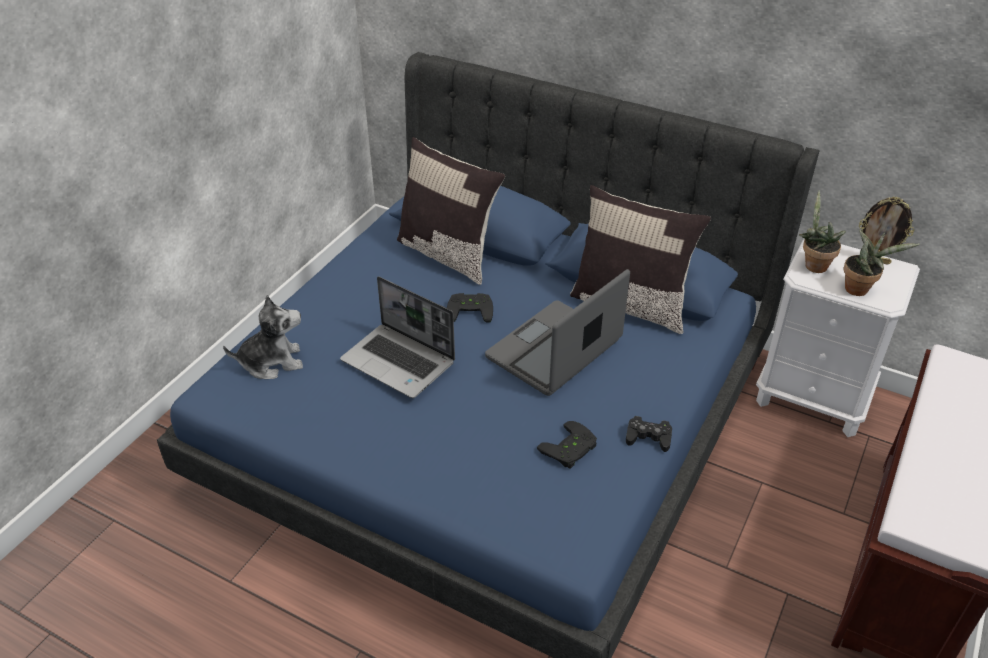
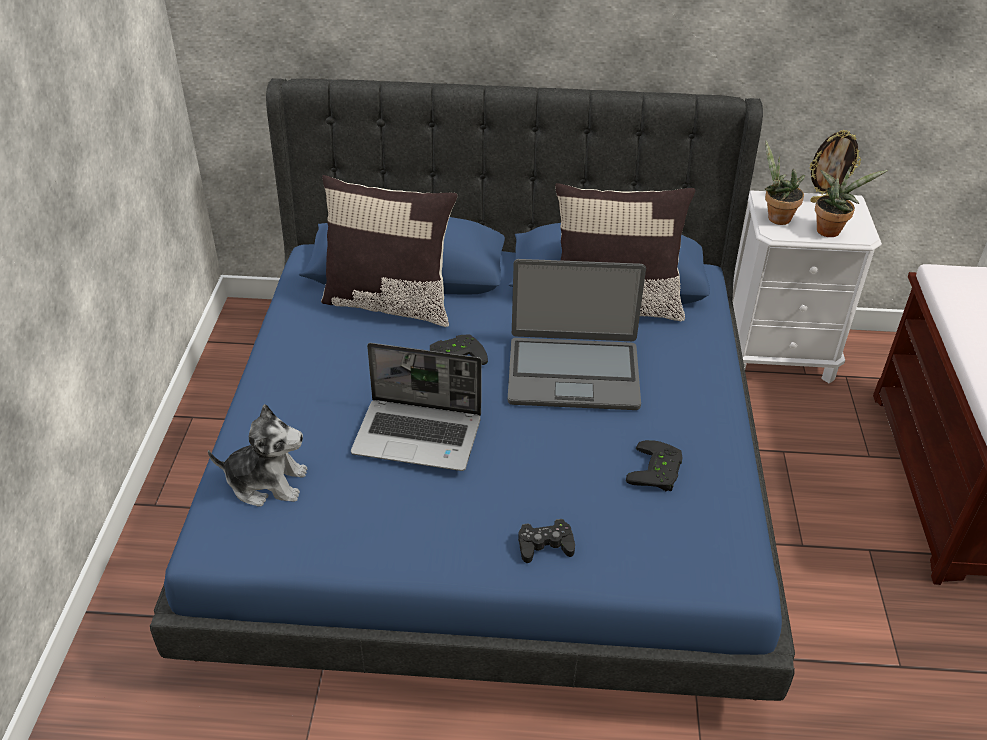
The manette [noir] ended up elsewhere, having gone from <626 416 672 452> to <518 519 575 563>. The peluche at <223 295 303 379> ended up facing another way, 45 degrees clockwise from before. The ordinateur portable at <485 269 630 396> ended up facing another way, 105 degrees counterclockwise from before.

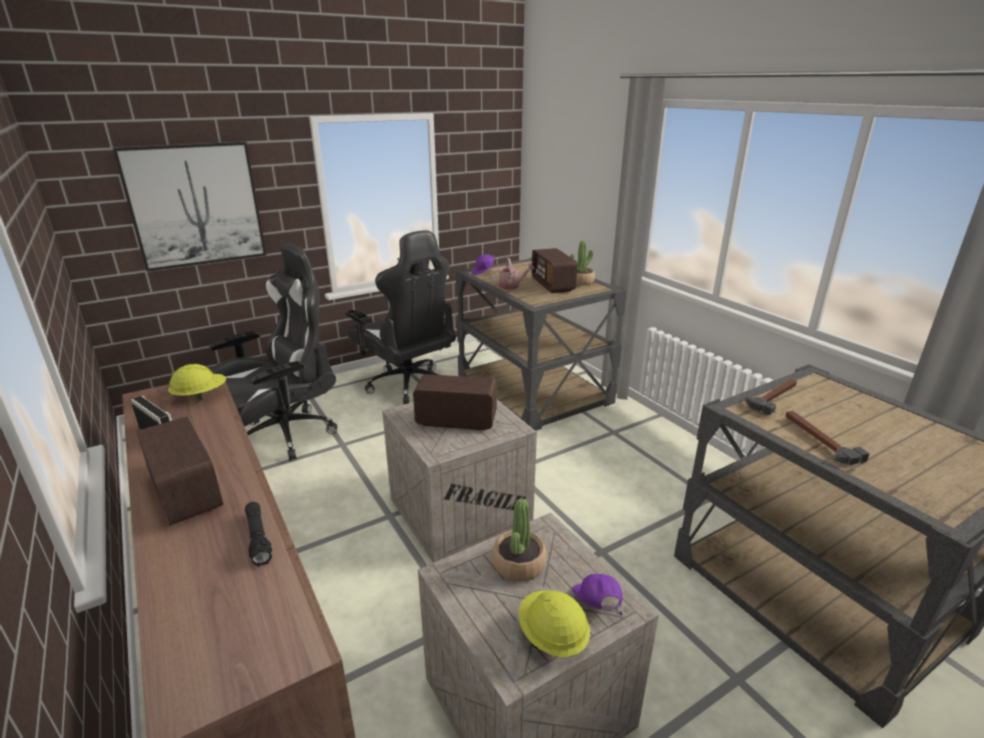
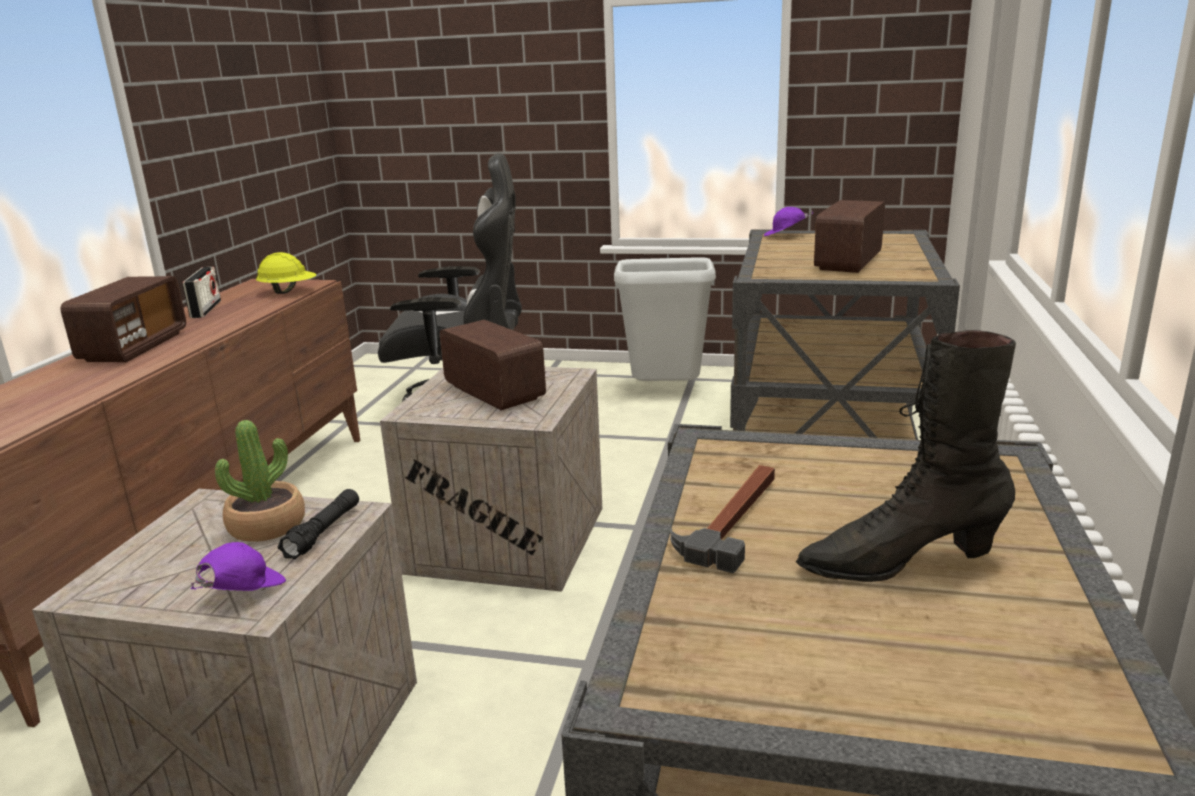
The second view lost the tableau at <113 142 267 272>. The second view lost the arrosoir at <490 258 535 290>. The second view lost the casque de chantier [jaune] at <519 590 590 657>. The second view lost the plante en pot at <570 241 595 286>. The second view lost the marteau at <745 379 797 415>. The second view gained the botte [noir] at <796 330 1016 582>. The lampe de poche [noir] ended up elsewhere, having gone from <245 502 272 567> to <278 489 359 560>. Where the chaise de bureau [noir] stood at <345 230 456 405>, the poubelle [gris] came to stand at <614 257 716 381>.

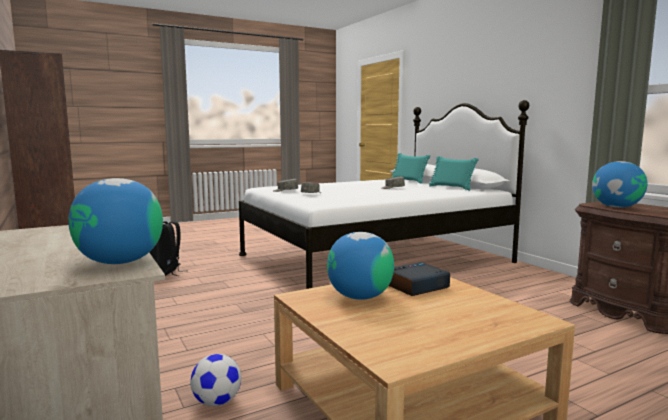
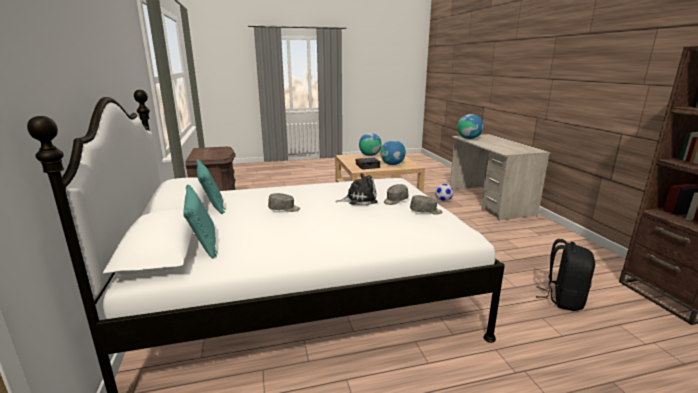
The second view gained the peluche at <336 173 378 205>. The globe ended up elsewhere, having gone from <592 161 647 208> to <359 133 382 156>.

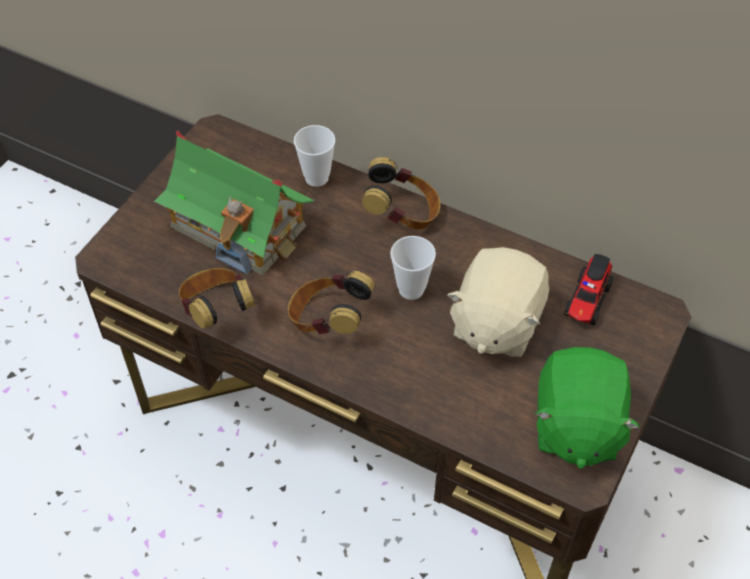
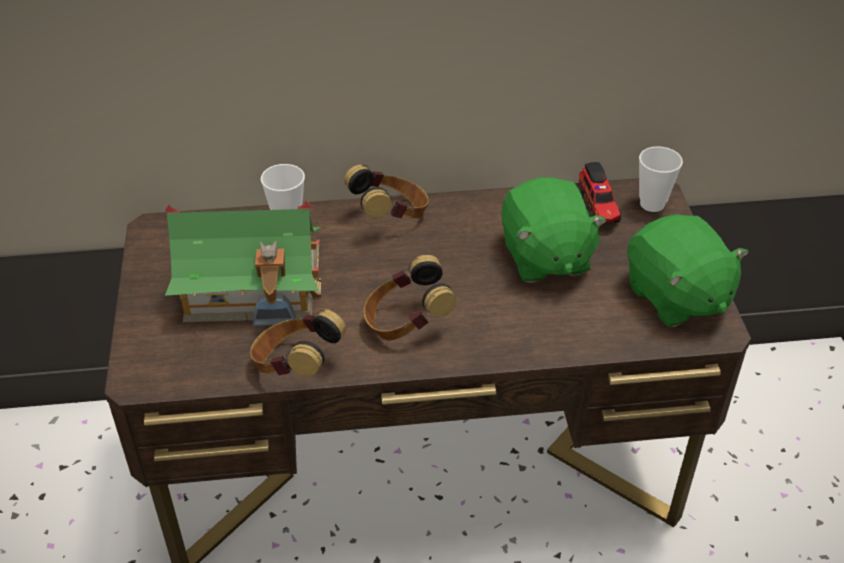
The tasse ended up elsewhere, having gone from <390 236 436 300> to <639 146 683 212>. What was the peluche [beige] at <447 247 549 357> turned into the peluche [vert] at <501 177 607 283>.

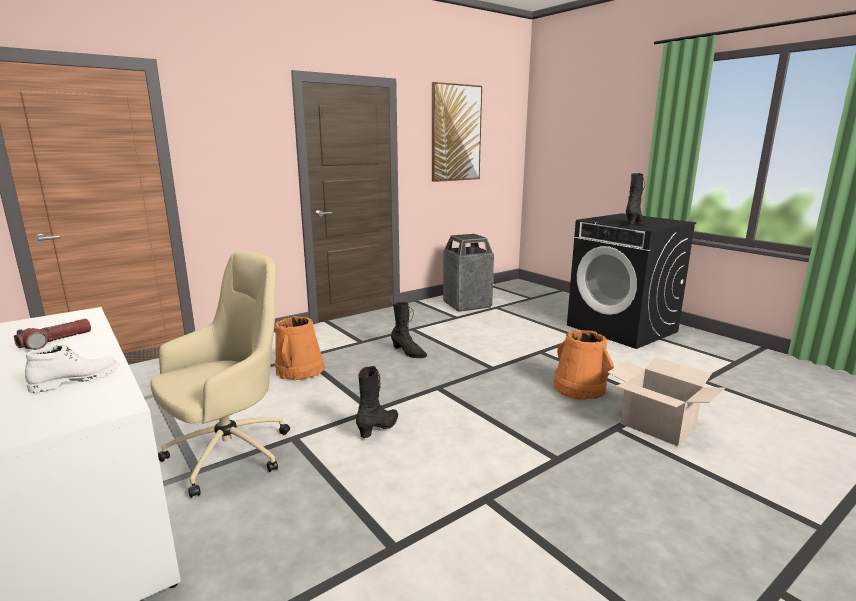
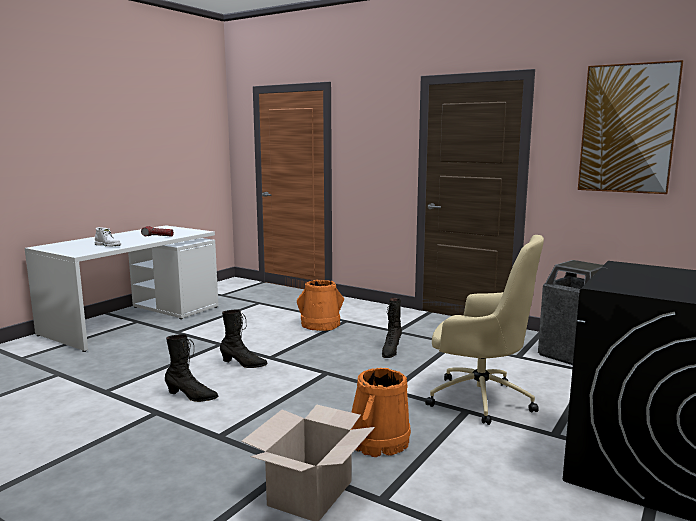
The chaise de bureau [beige] ended up elsewhere, having gone from <150 251 290 498> to <425 235 544 425>. The botte [noir] ended up elsewhere, having gone from <626 173 645 224> to <165 334 218 402>.

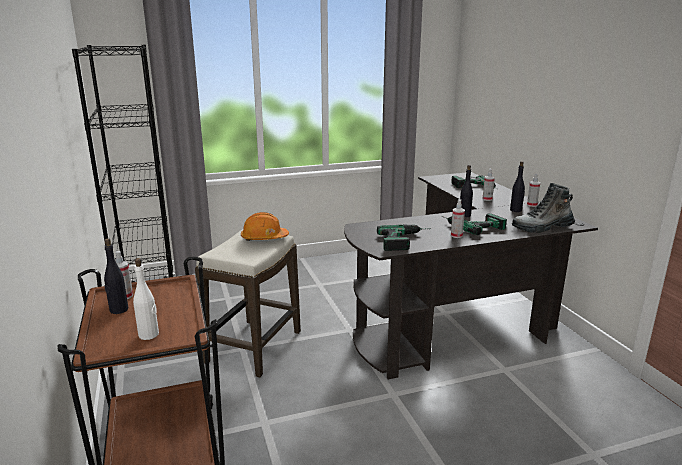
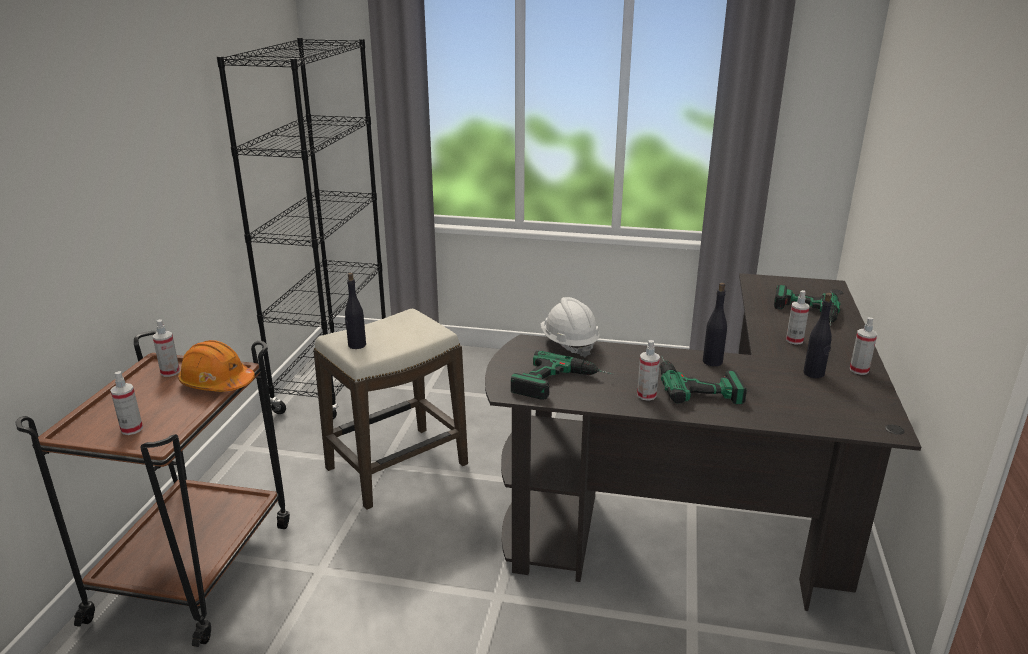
The second view lost the botte at <512 183 575 233>. The second view gained the casque de chantier [blanc] at <541 297 600 358>. The bouteille [noir] ended up elsewhere, having gone from <104 238 128 314> to <345 273 366 349>. The casque de chantier [orange] ended up elsewhere, having gone from <241 212 289 241> to <178 340 255 392>. Where the bouteille [blanc] stood at <133 258 159 340>, the vaporisateur came to stand at <110 371 143 435>.

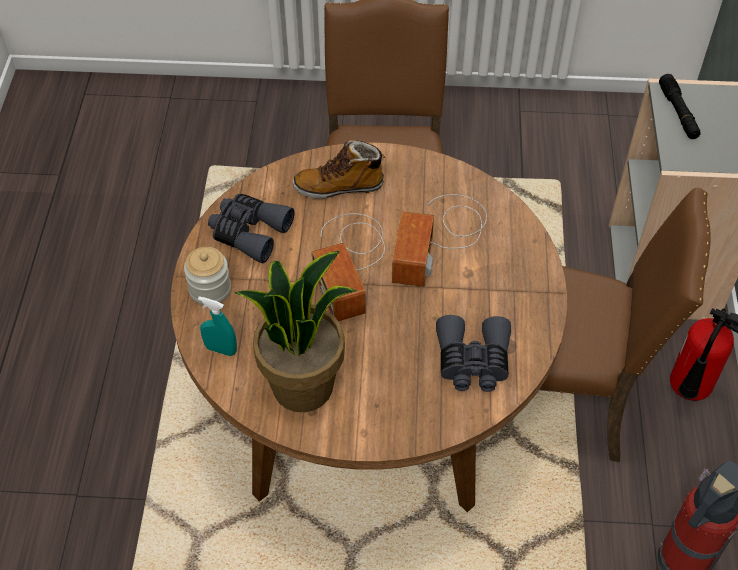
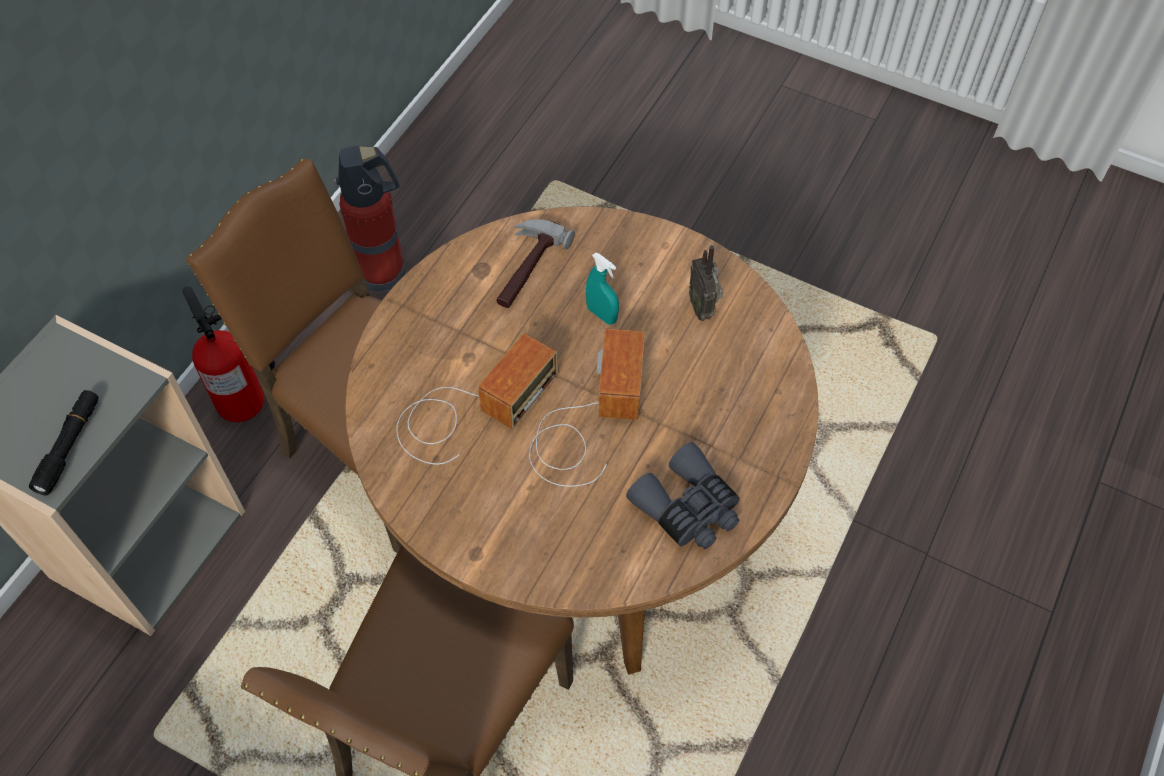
The second view lost the bocal at <184 247 231 305>. The second view lost the botte at <293 140 386 199>. The vaporisateur [turquoise] ended up elsewhere, having gone from <198 296 237 356> to <586 252 619 325>. Where the plante en pot stood at <234 251 357 412>, the radio came to stand at <689 245 723 321>. Where the jumelles [gris] stood at <436 315 511 392>, the marteau came to stand at <496 219 575 308>.

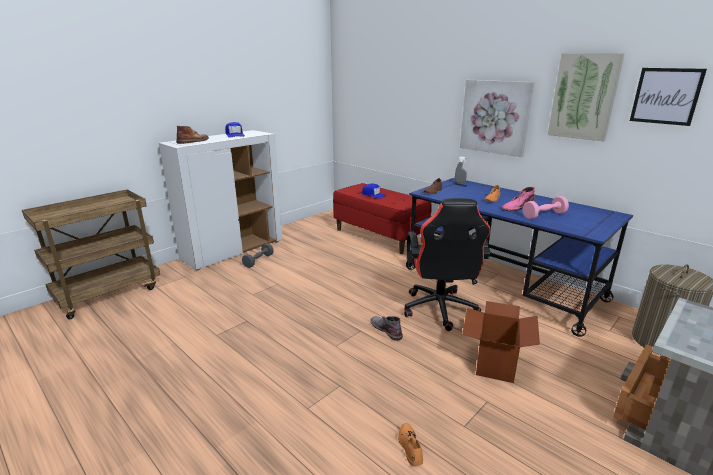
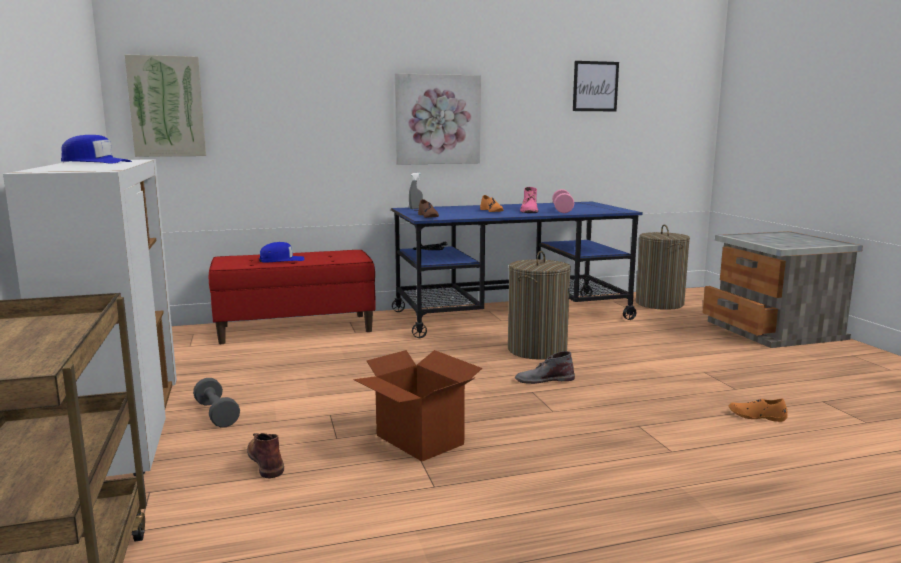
The botte [marron] ended up elsewhere, having gone from <176 126 209 144> to <247 433 284 478>. The carton ended up elsewhere, having gone from <462 301 540 383> to <353 350 482 461>. The tableau ended up elsewhere, having gone from <548 53 625 141> to <125 54 206 157>. Where the chaise de bureau [noir] stood at <404 198 491 331>, the panier à linge came to stand at <508 251 571 360>.

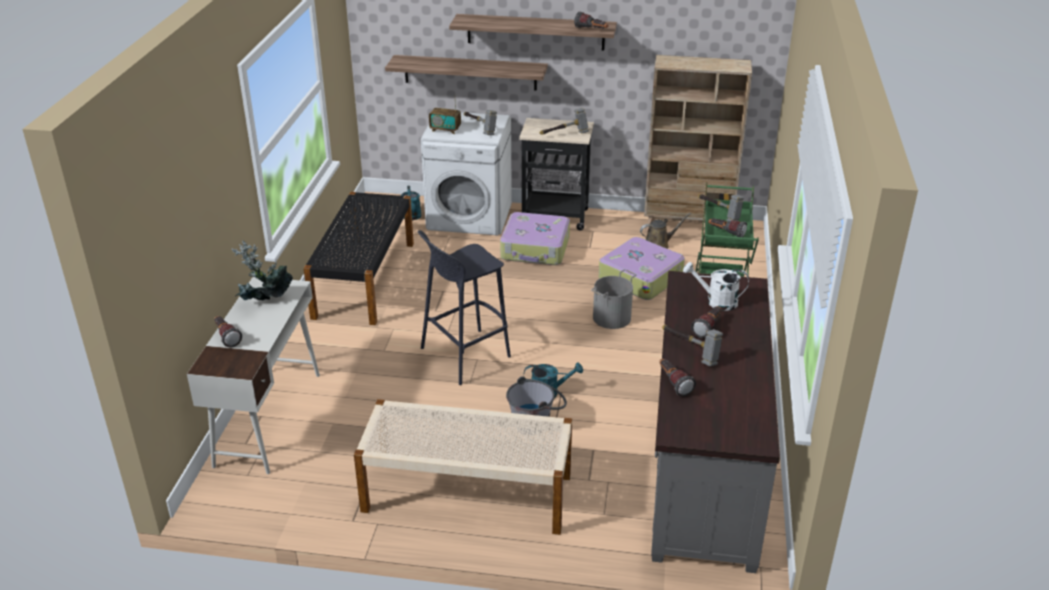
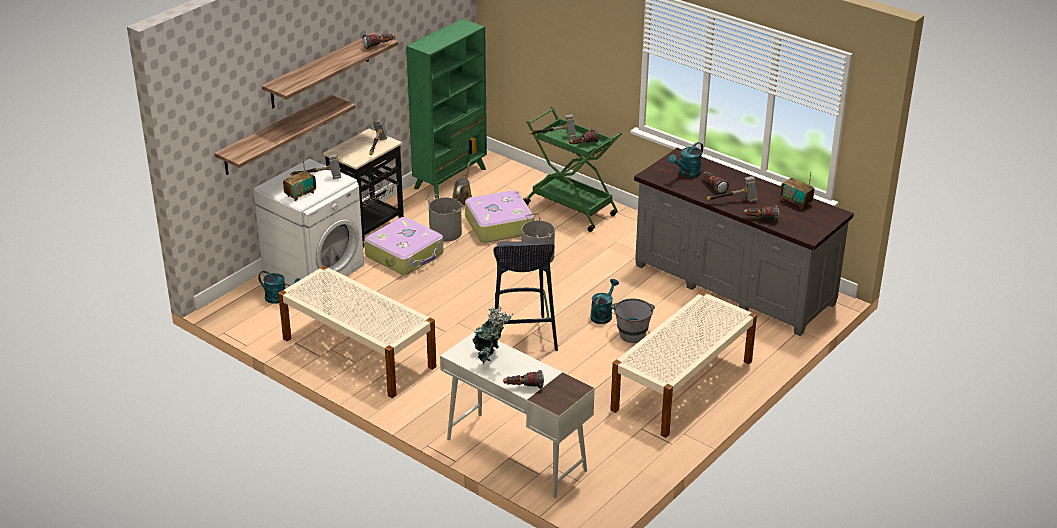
The second view gained the seau [gris] at <424 193 466 242>. The second view gained the radio at <780 174 814 209>. What was the banc [noir] at <303 192 414 325> turned into the banc [beige] at <278 265 436 398>. What was the bibliothèque [beige] at <644 55 752 232> turned into the bibliothèque [vert] at <406 19 487 198>. What was the arrosoir [blanc] at <683 262 749 311> turned into the arrosoir [turquoise] at <668 142 703 177>.

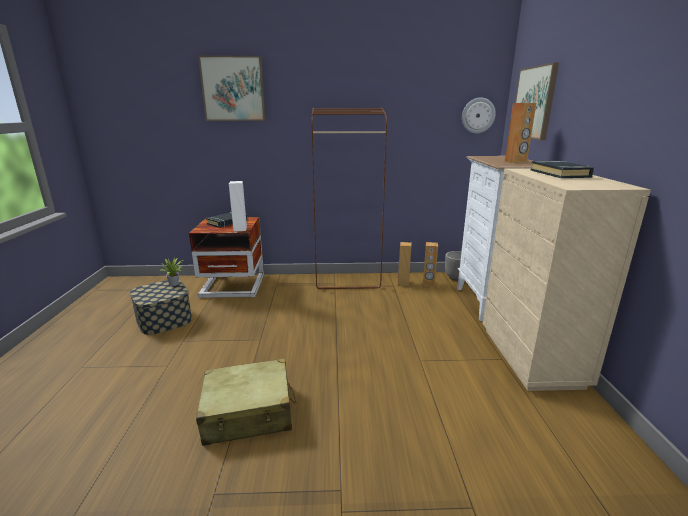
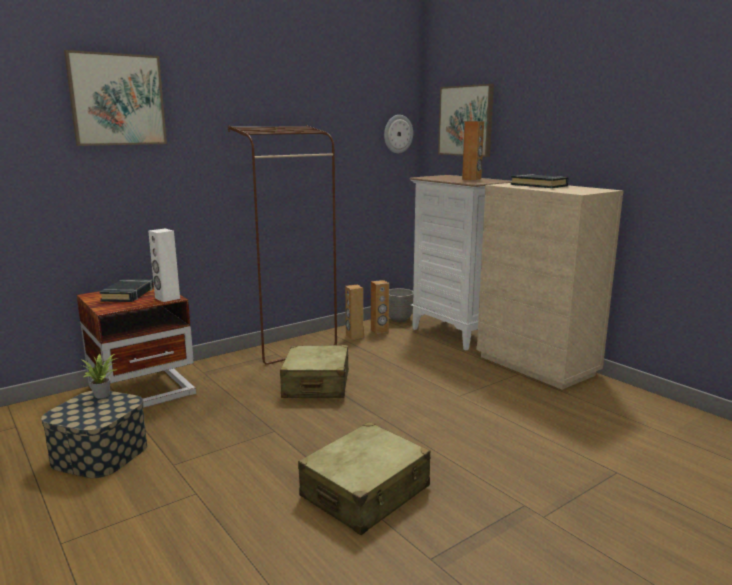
The second view gained the valise [beige] at <280 345 349 398>.

